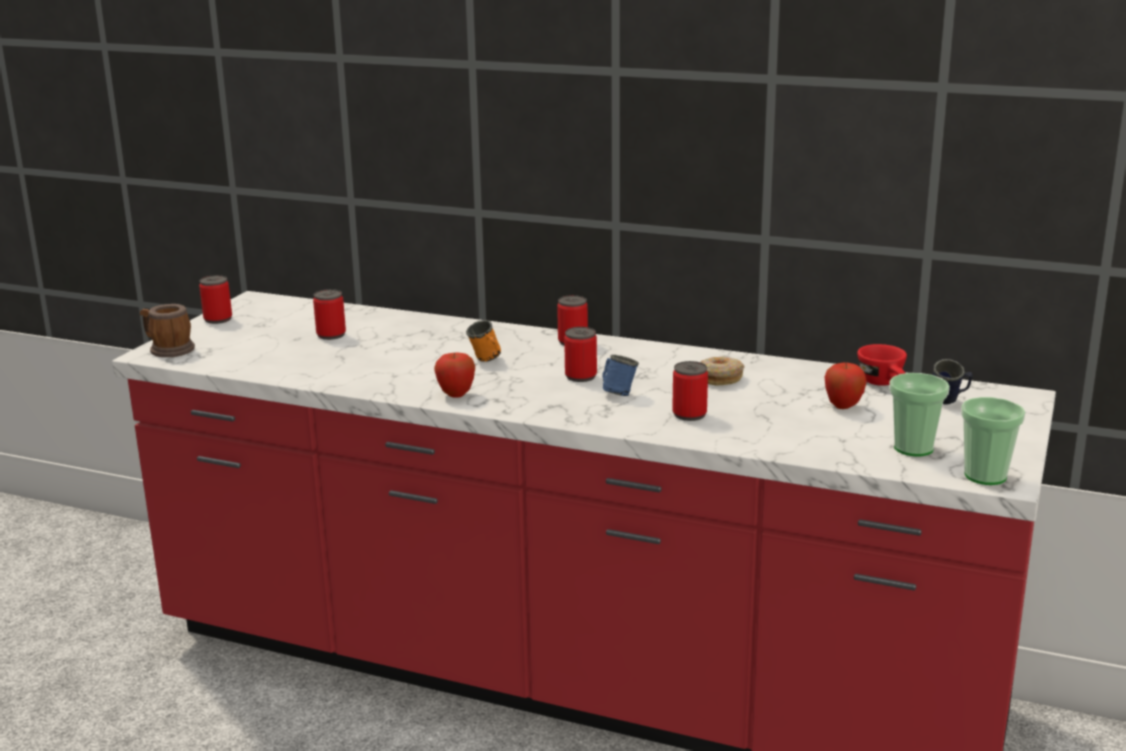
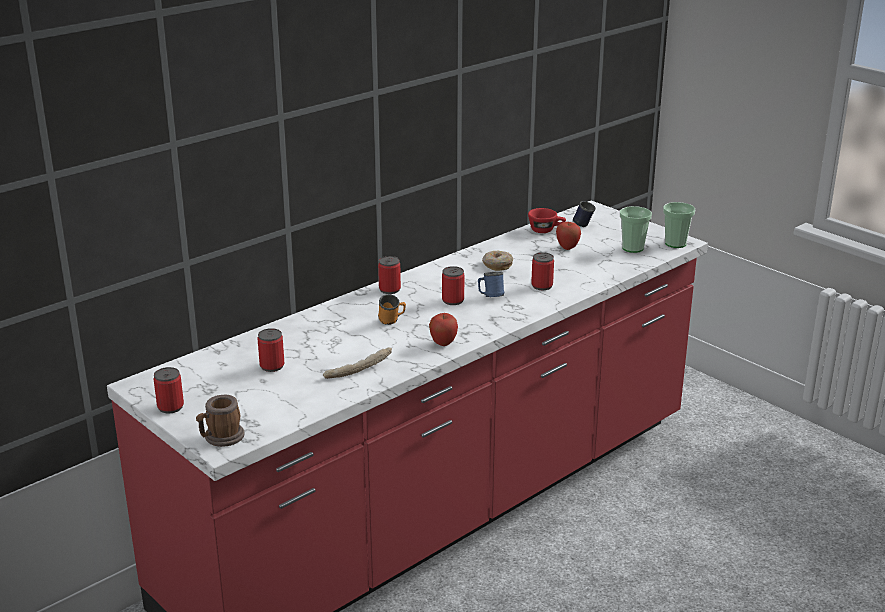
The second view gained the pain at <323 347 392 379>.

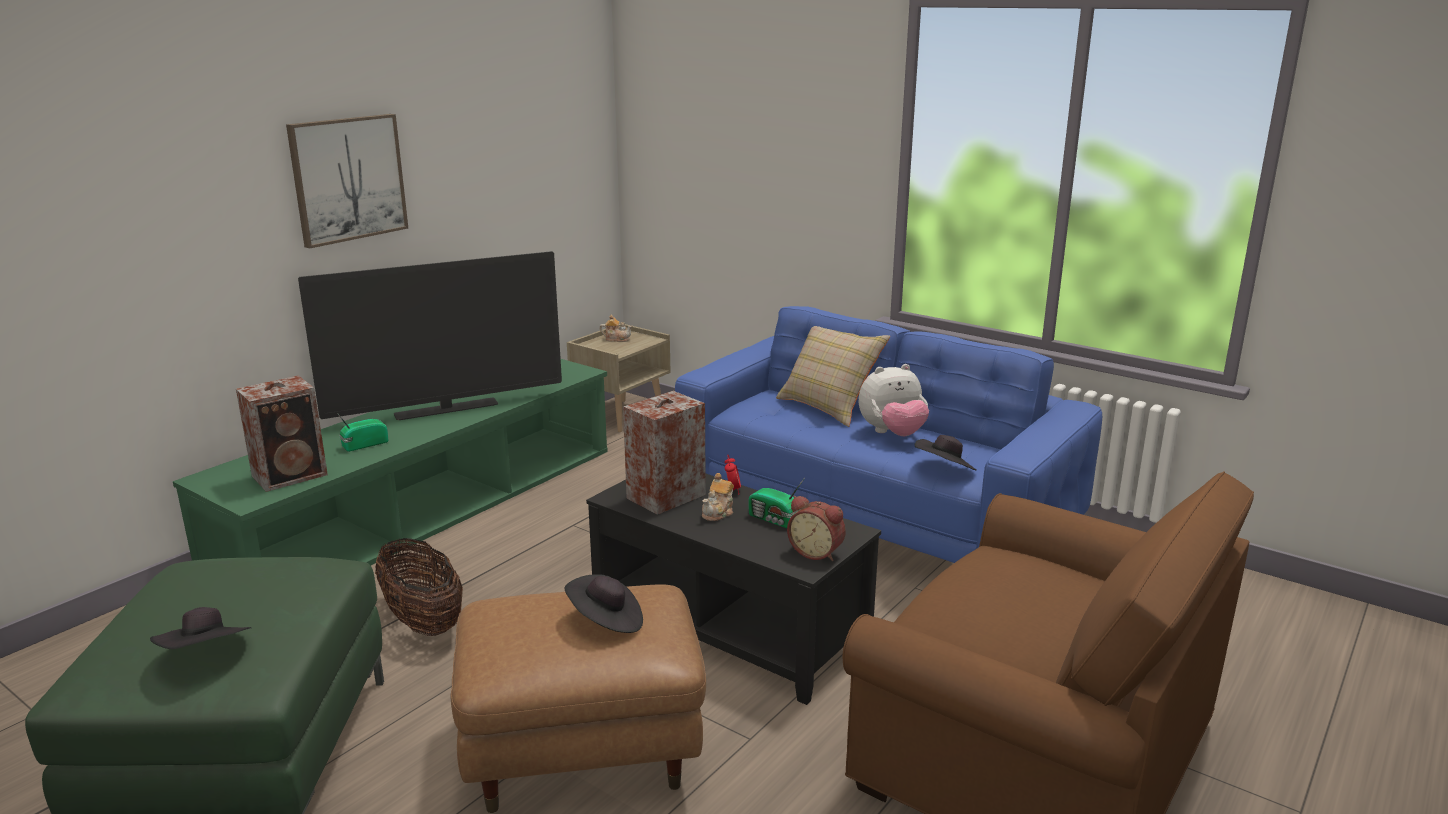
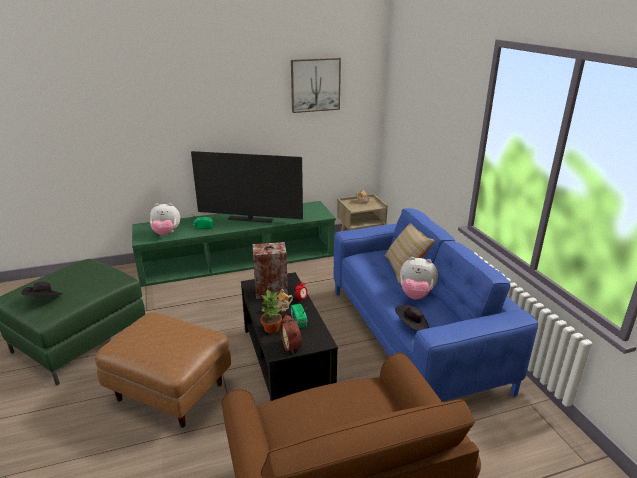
The second view lost the panier at <375 538 463 636>. The second view lost the chapeau [noir] at <565 574 643 633>. The second view gained the plante en pot at <261 289 282 333>. The tableau ended up elsewhere, having gone from <286 114 408 248> to <291 58 341 113>. Where the enceinte stood at <236 375 328 492>, the peluche came to stand at <150 203 180 236>.

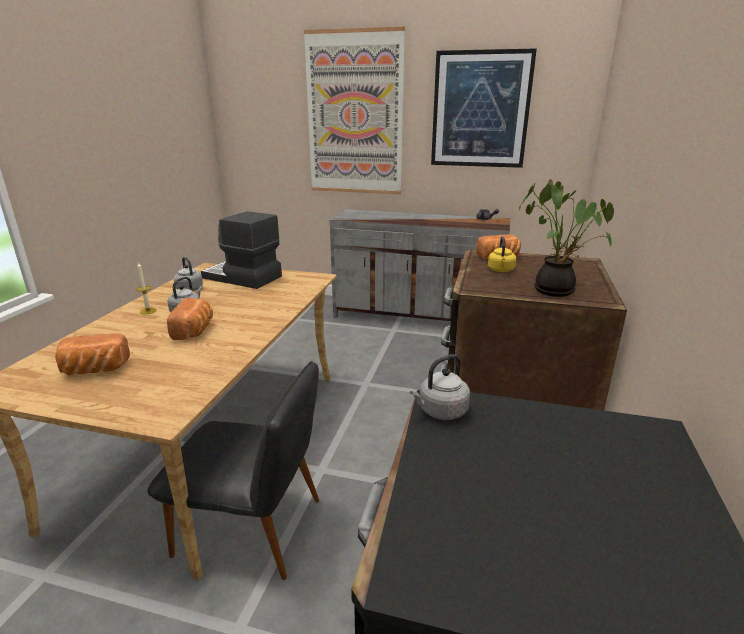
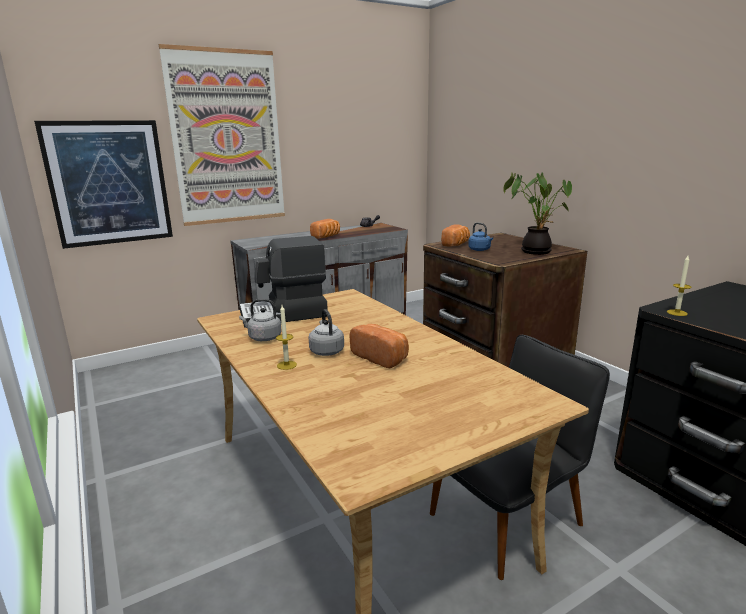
The pain ended up elsewhere, having gone from <55 333 130 376> to <310 219 340 238>. The tableau ended up elsewhere, having gone from <431 48 537 168> to <34 120 173 249>. Where the bouilloire [gris] stood at <410 354 470 420>, the bougie came to stand at <667 256 691 316>. What was the bouilloire [jaune] at <488 236 516 272> turned into the bouilloire [bleu] at <468 222 493 251>.

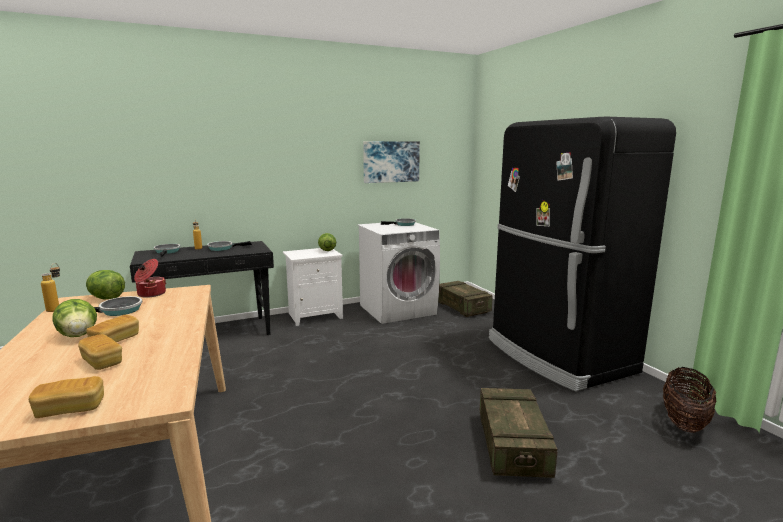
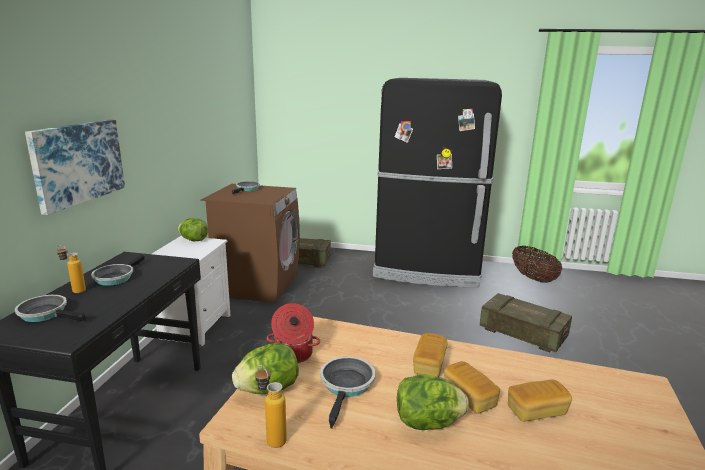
The pain ended up elsewhere, having gone from <29 376 104 418> to <413 333 448 377>. The tableau ended up elsewhere, having gone from <363 141 420 183> to <25 120 125 215>. What was the lave-linge [blanc] at <357 222 440 324> turned into the lave-linge [marron] at <200 184 300 303>.

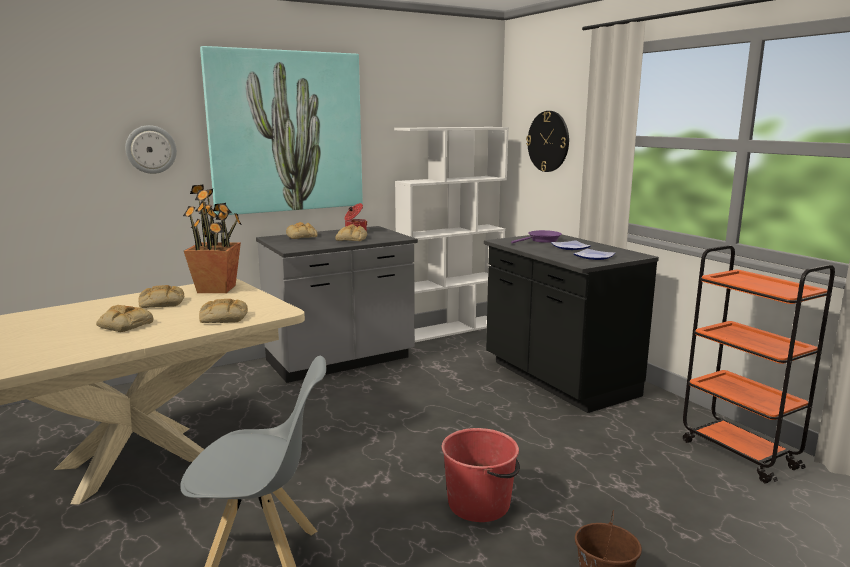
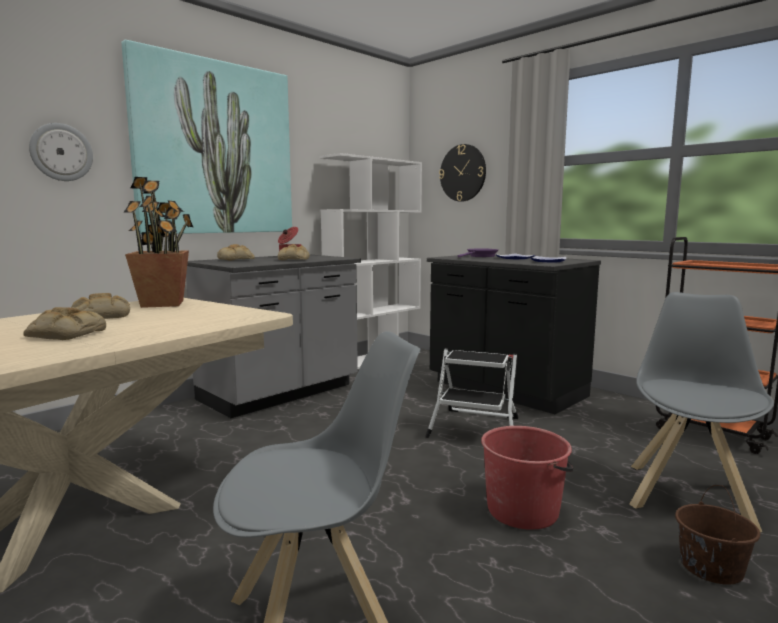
The second view lost the pain at <199 299 248 323>. The second view gained the escabeau at <425 348 519 438>. The second view gained the chaise [gris] at <630 292 774 532>.

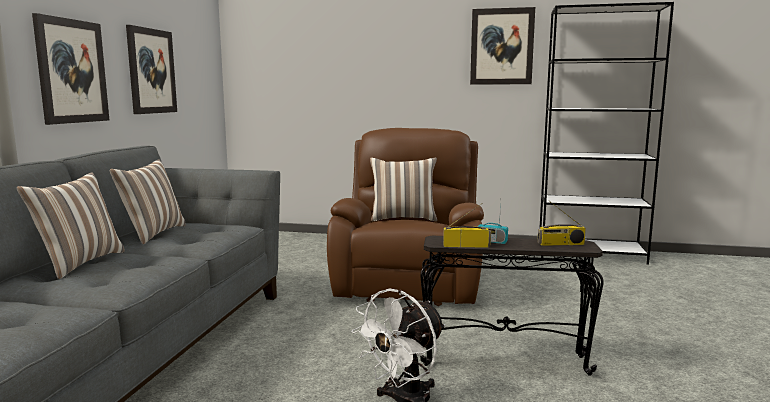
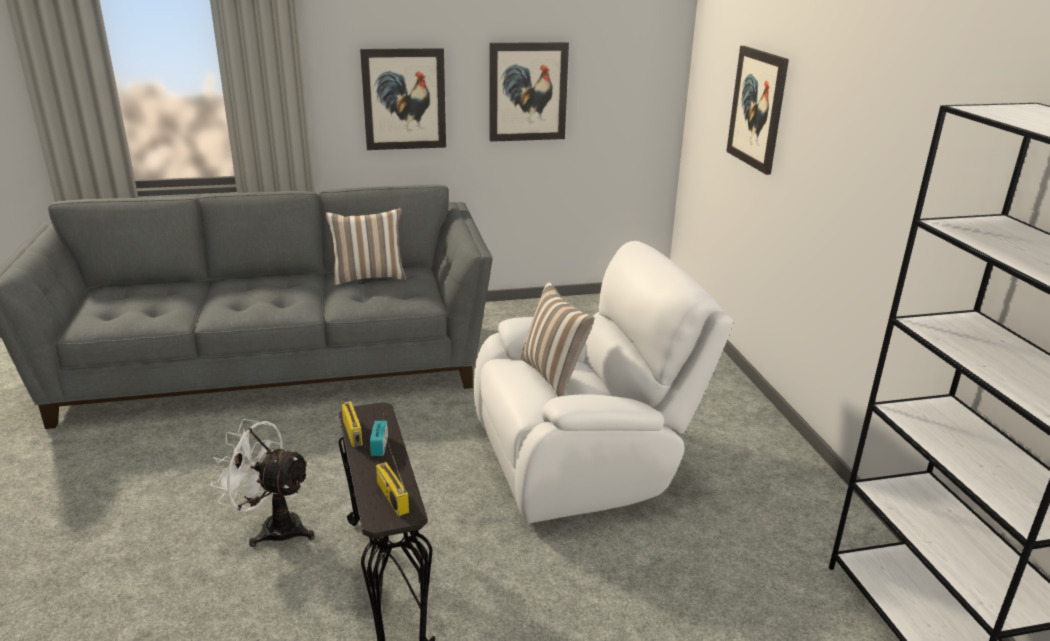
The second view lost the coussin at <17 172 125 279>. The tableau ended up elsewhere, having gone from <470 7 535 84> to <726 46 789 175>. What was the fauteuil [marron] at <327 128 484 306> turned into the fauteuil [blanc] at <474 241 733 524>.

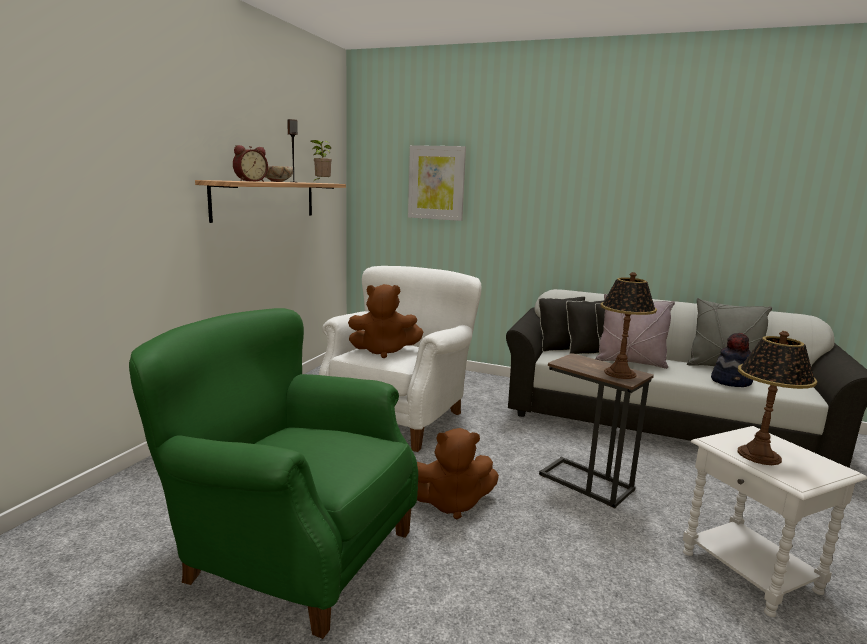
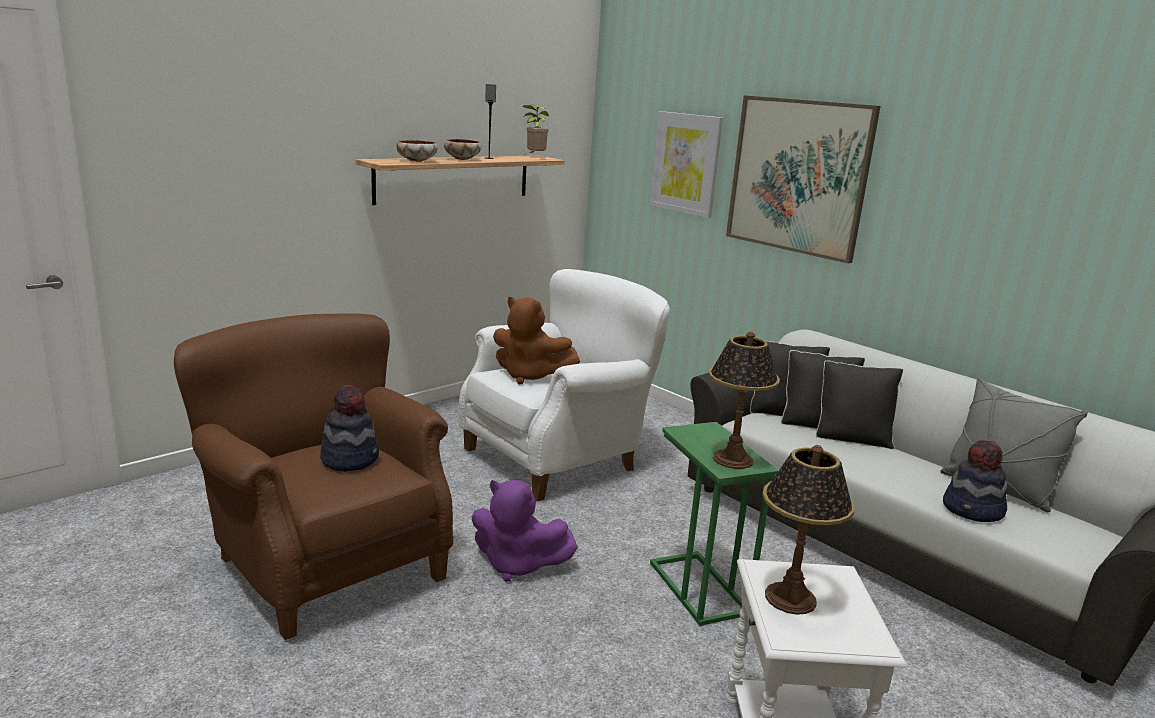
The second view lost the coussin [violet] at <595 294 675 369>. The second view gained the chapeau at <320 385 379 472>. The second view gained the tableau at <726 95 881 264>. Where the réveil stood at <233 145 268 182>, the bol came to stand at <397 140 437 162>. What was the fauteuil [vert] at <129 308 418 639> turned into the fauteuil [marron] at <174 313 453 640>. What was the peluche [marron] at <417 428 499 520> turned into the peluche [violet] at <471 480 578 582>. What was the table d'appoint [marron] at <539 353 654 508> turned into the table d'appoint [vert] at <650 422 778 626>.

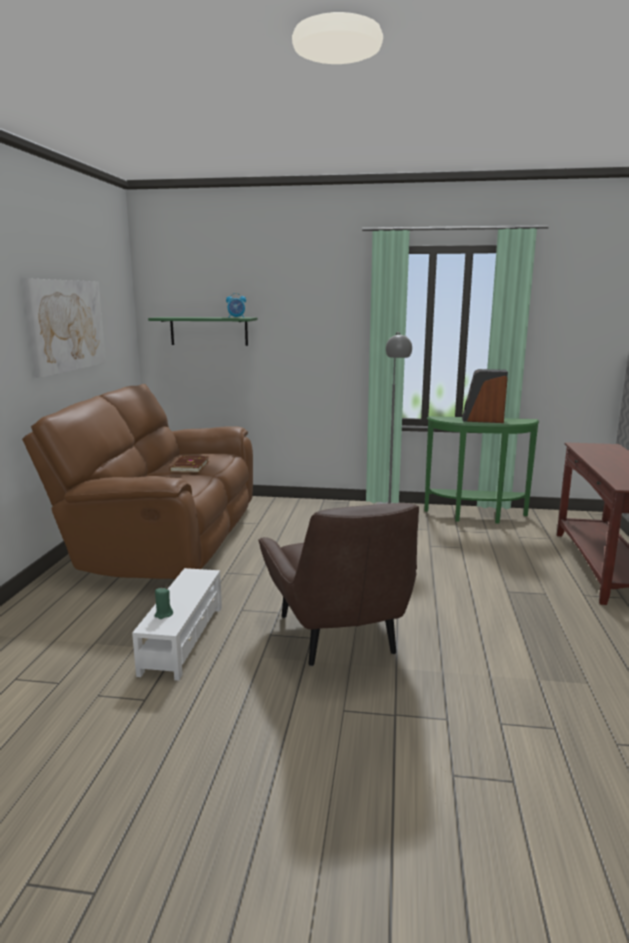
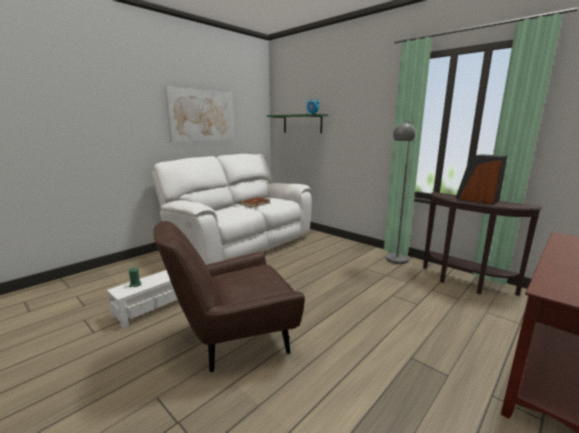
What was the canapé [marron] at <22 384 253 579> turned into the canapé [blanc] at <151 154 312 265>. What was the table console [vert] at <424 416 539 524> turned into the table console [marron] at <423 192 543 296>. The fauteuil [marron] at <258 503 419 666> ended up facing another way, 45 degrees clockwise from before.

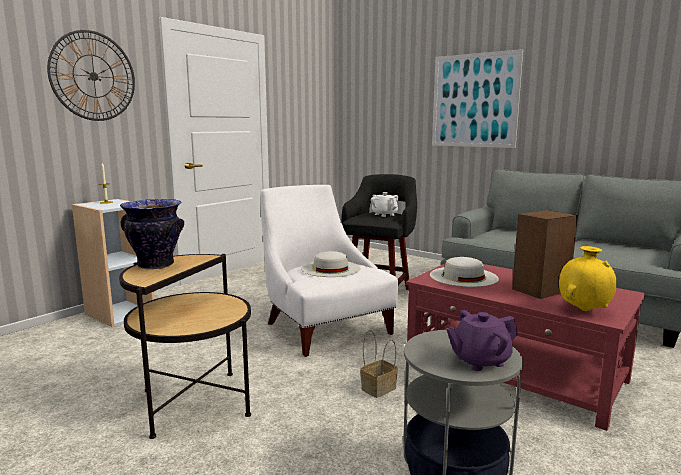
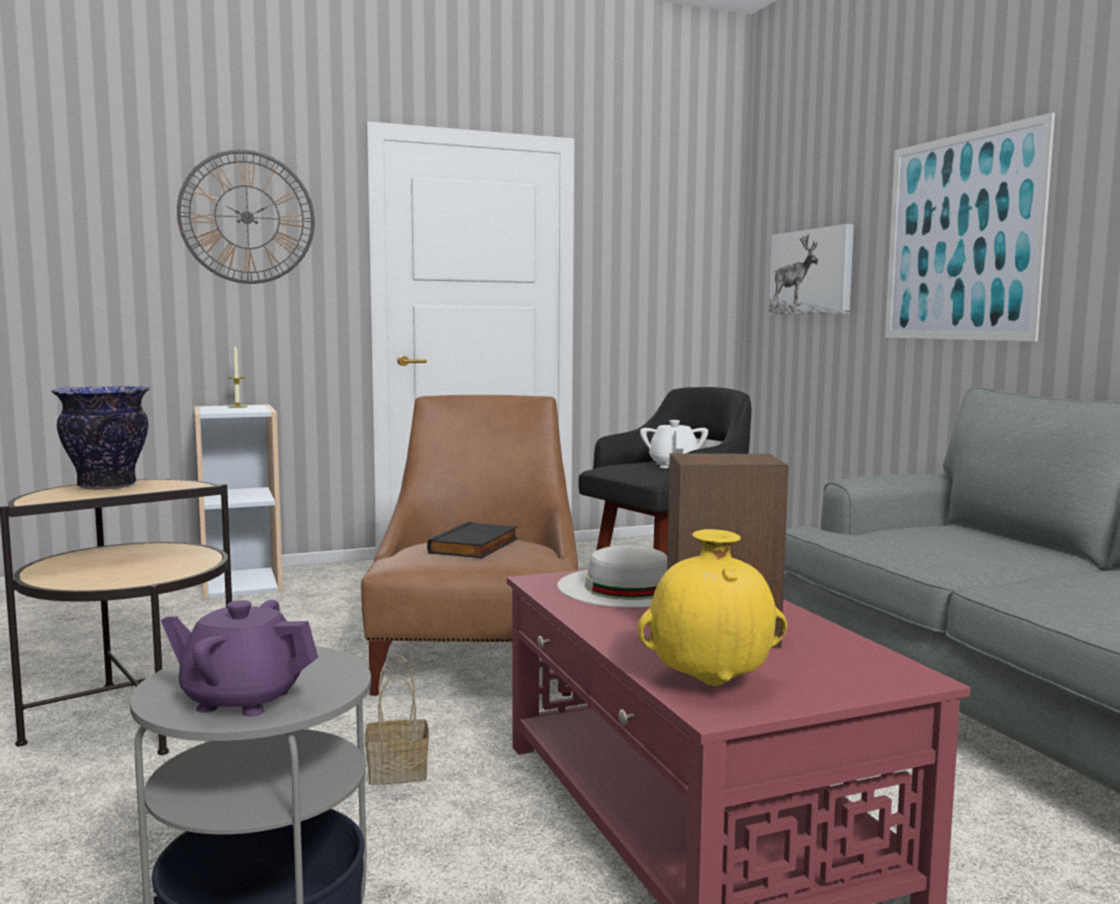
The second view gained the tableau at <769 224 854 314>. Where the chapeau [blanc] stood at <301 251 360 277>, the livre [noir] came to stand at <427 522 518 558>. What was the fauteuil [blanc] at <260 185 398 357> turned into the fauteuil [marron] at <361 395 578 697>.

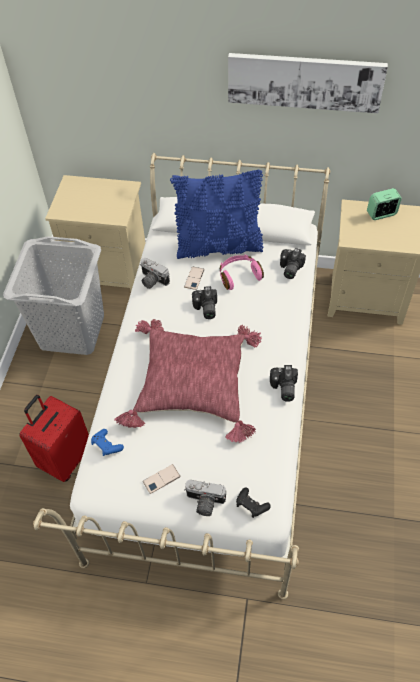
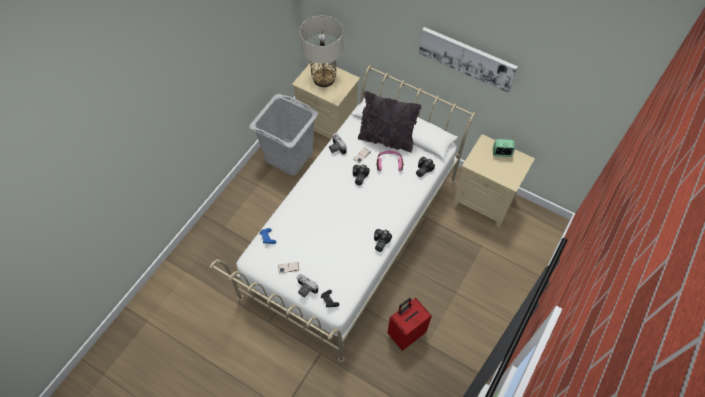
The second view lost the coussin [rouge] at <115 319 262 443>. The second view gained the lampe de table at <300 15 344 87>. The valise [rouge] ended up elsewhere, having gone from <19 395 89 482> to <388 298 432 351>. What was the coussin [bleu] at <170 170 263 259> turned into the coussin [noir] at <358 91 421 153>.

